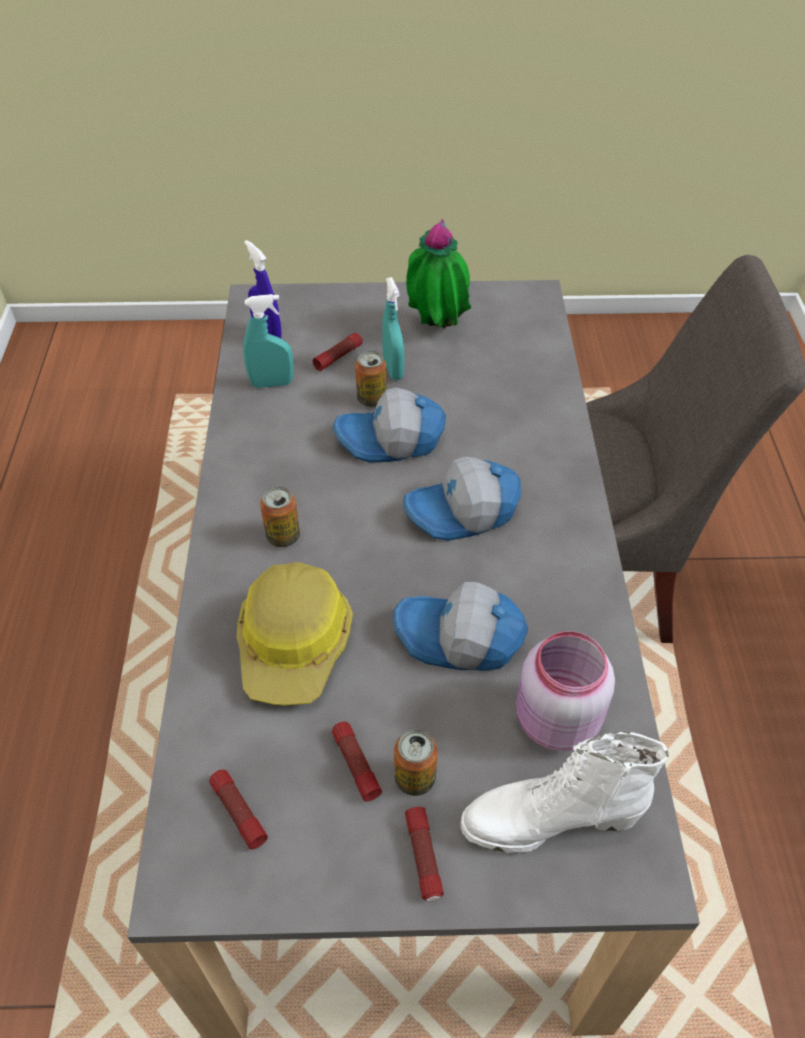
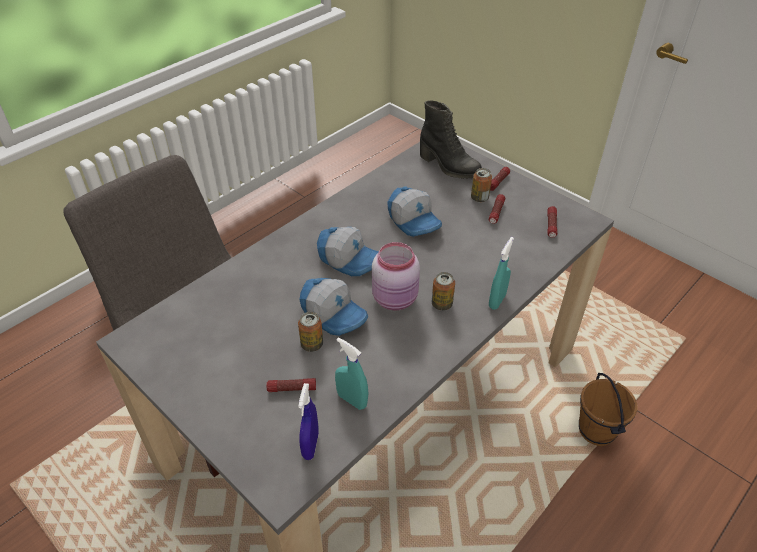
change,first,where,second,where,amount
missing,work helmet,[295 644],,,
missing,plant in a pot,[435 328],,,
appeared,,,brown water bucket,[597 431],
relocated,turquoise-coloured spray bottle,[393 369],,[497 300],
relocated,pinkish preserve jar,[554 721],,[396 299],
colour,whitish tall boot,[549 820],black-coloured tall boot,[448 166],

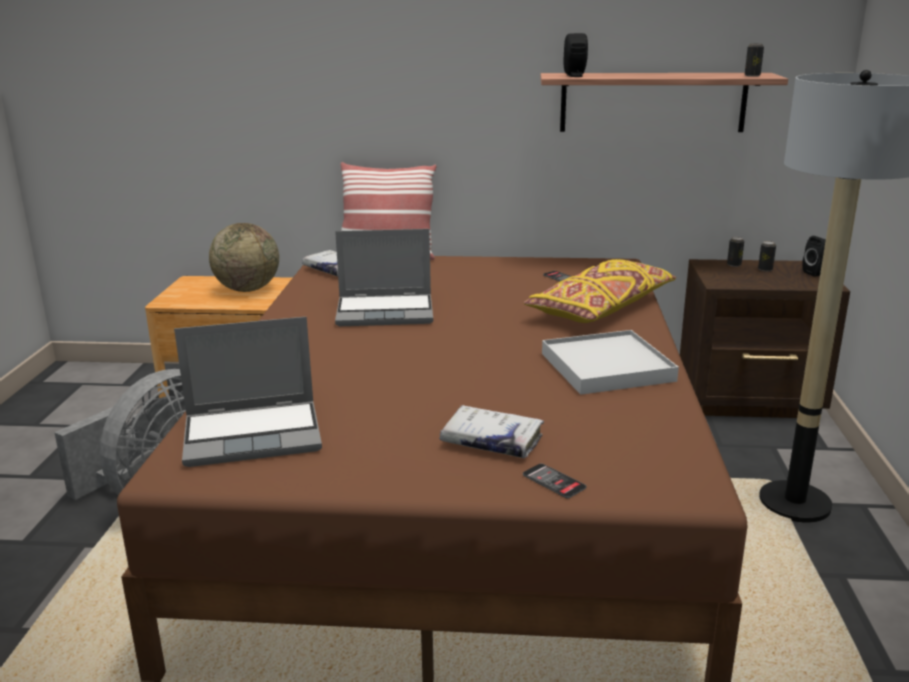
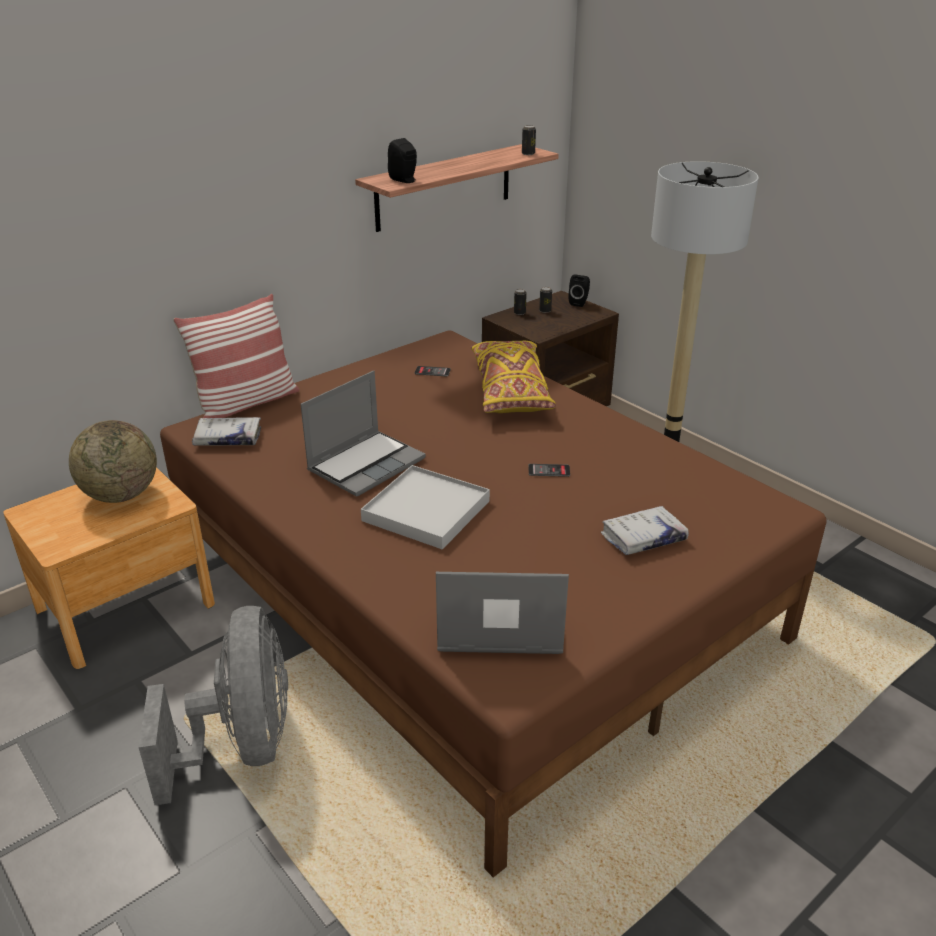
change,first,where,second,where,amount
relocated,handset,[554 481],,[549 471],
relocated,whitish serving tray,[607 367],,[426 511],
spun,portable computer,[254 434],,[498 624],120 degrees counterclockwise

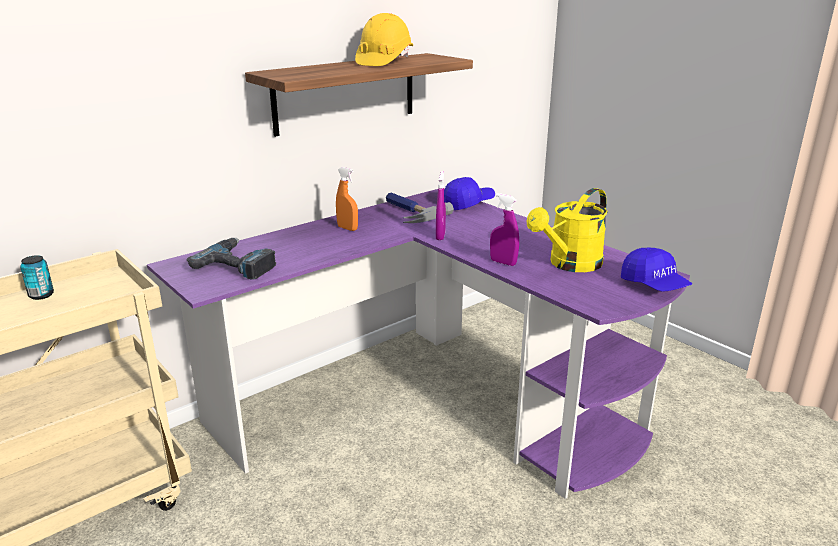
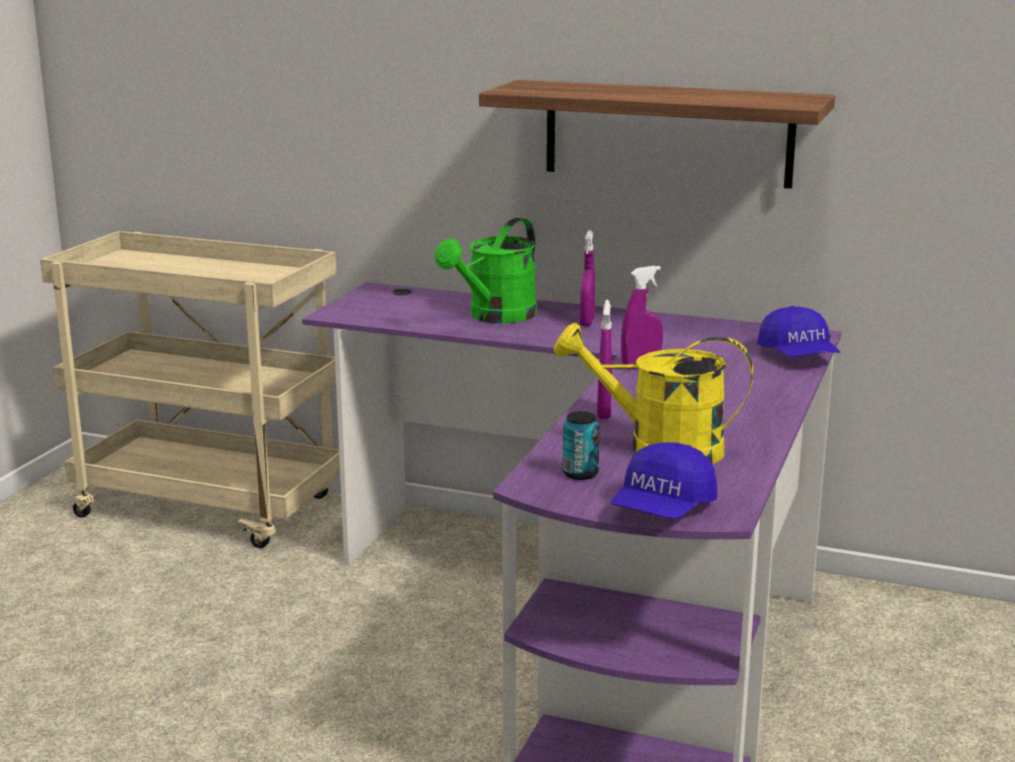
change,first,where,second,where,amount
missing,power drill,[239 264],,,
missing,yellowish work helmet,[384 62],,,
missing,hammer,[408 212],,,
appeared,,,greenish watering can,[495 317],
relocated,sealed can,[41 295],,[580 473],
colour,orangey spray bottle,[347 228],purplish spray bottle,[587 322],
spun,blue baseball cap,[468 204],,[798 356],45 degrees clockwise

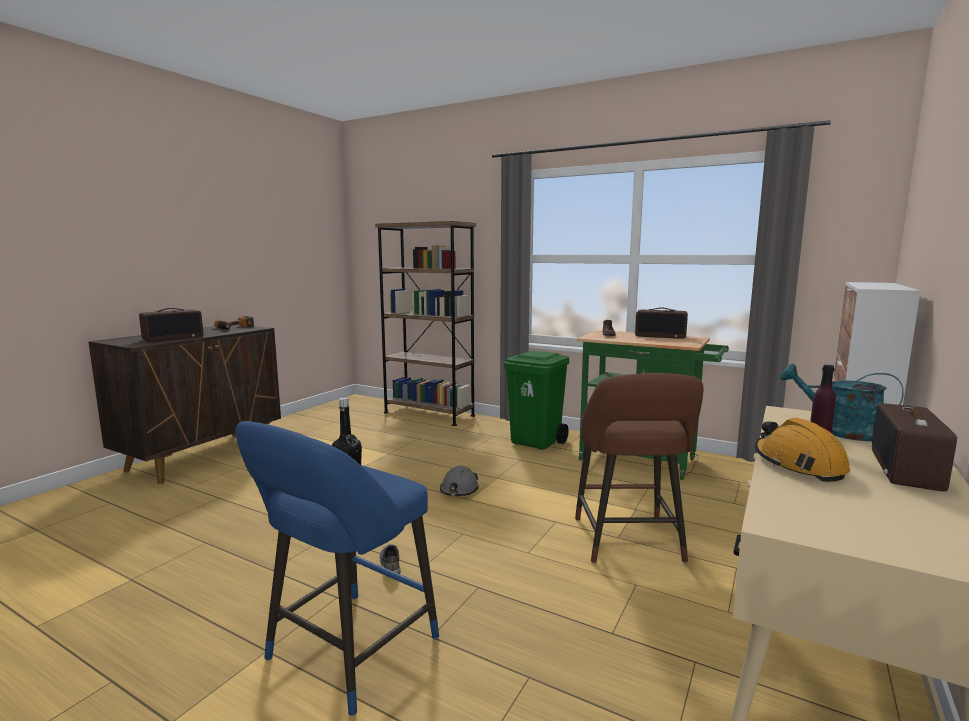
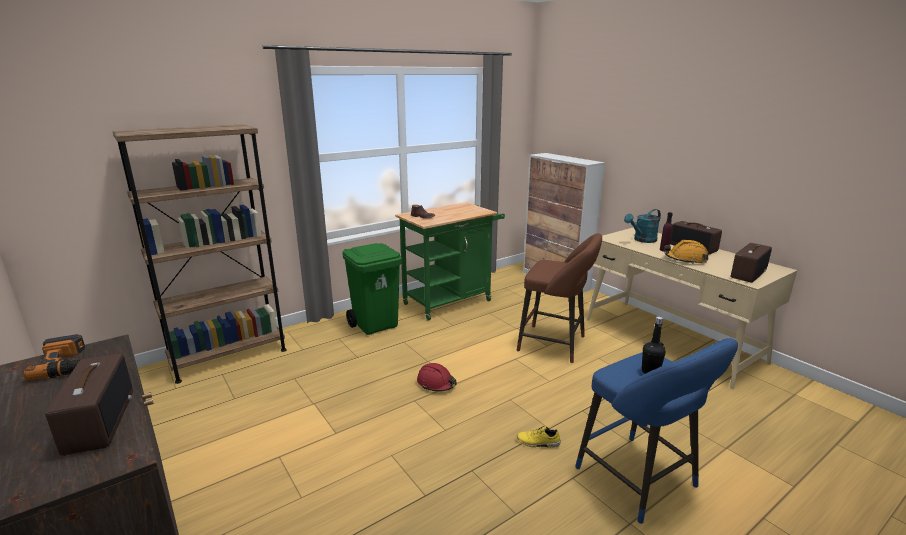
change,first,where,second,where,amount
relocated,radio set,[660 336],,[747 273],
colour,grey low shoe,[390 564],yellowish low shoe,[538 443],
colour,grey work helmet,[459 490],red work helmet,[436 383],

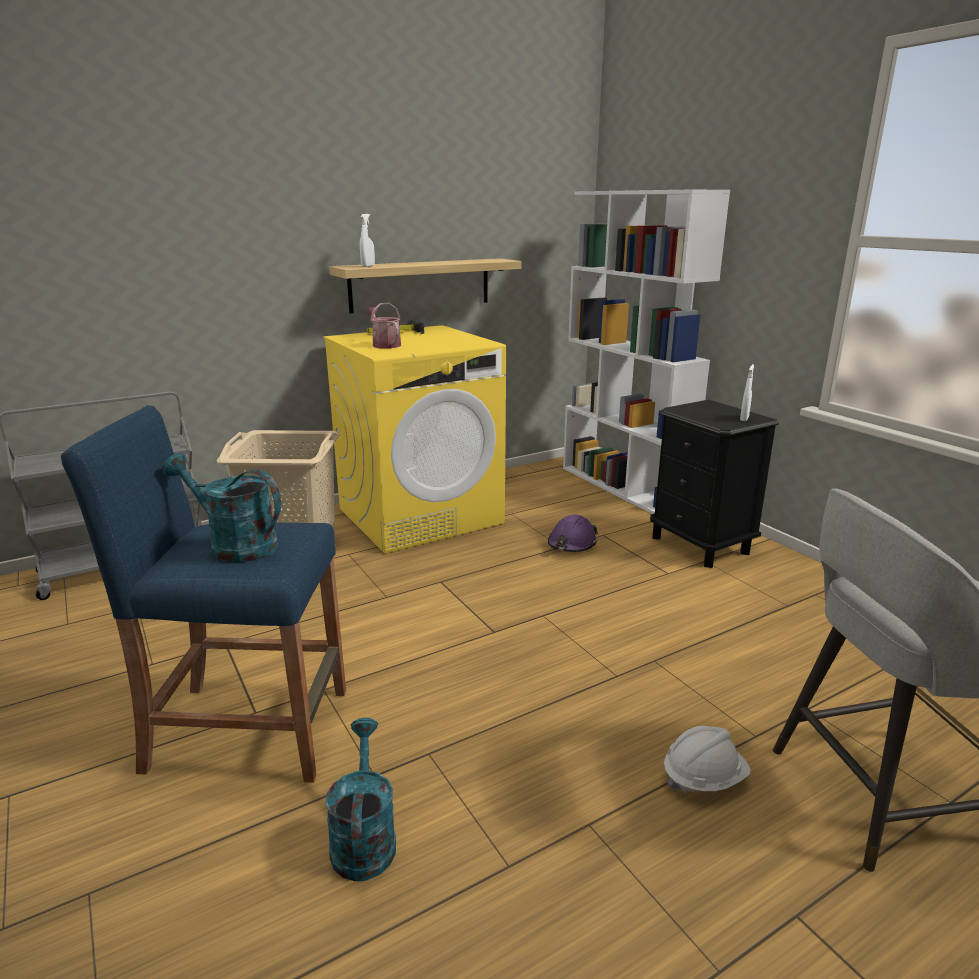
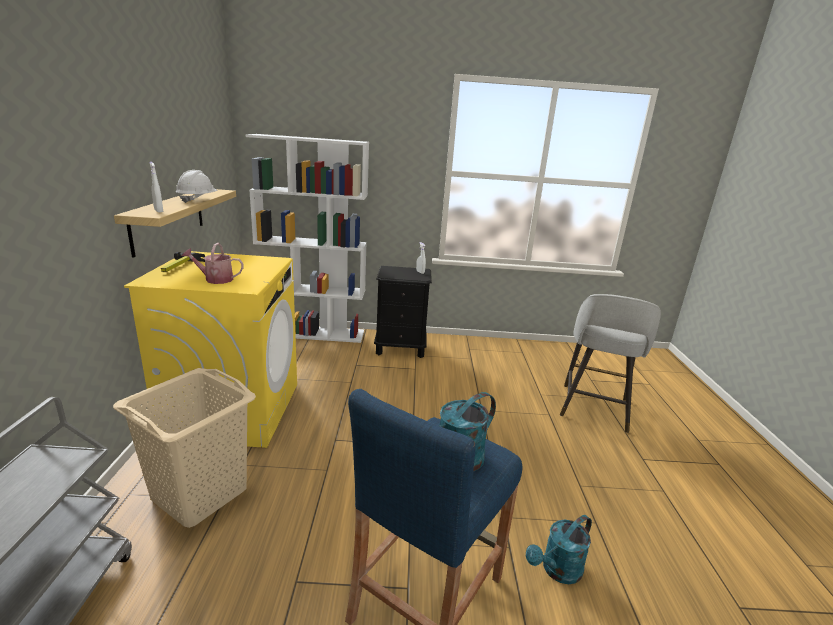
change,first,where,second,where,amount
missing,purplish work helmet,[571 544],,,
relocated,whitish work helmet,[703 778],,[197 200],
spun,turquoise-coloured watering can,[363 838],,[557 570],60 degrees counterclockwise

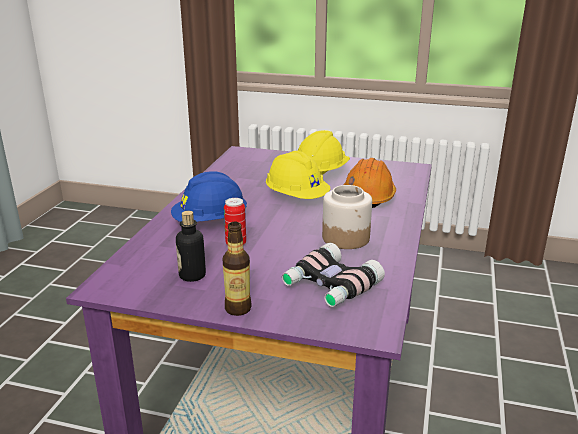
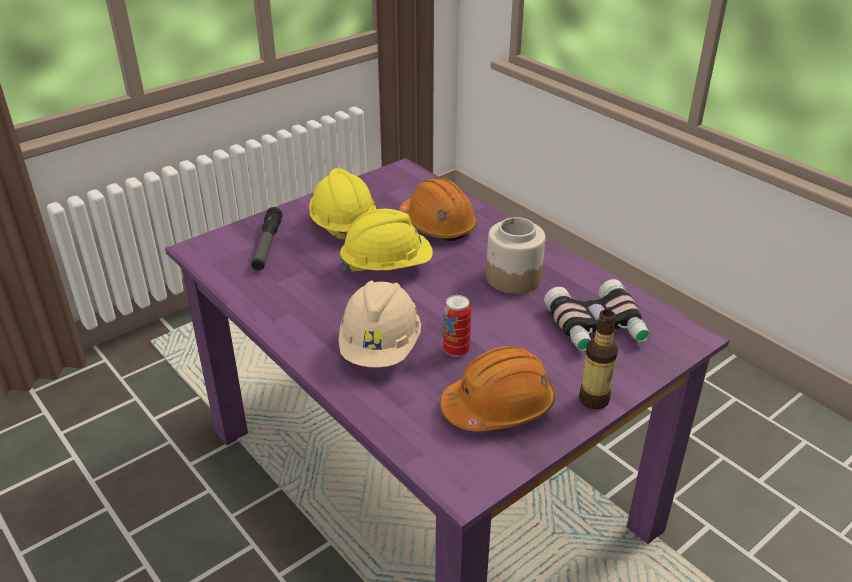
change,first,where,second,where,amount
appeared,,,torch,[267 245],
exchanged,bottle,[192 275],orangey work helmet,[498 406],
colour,blue work helmet,[210 222],sand-coloured work helmet,[380 348],

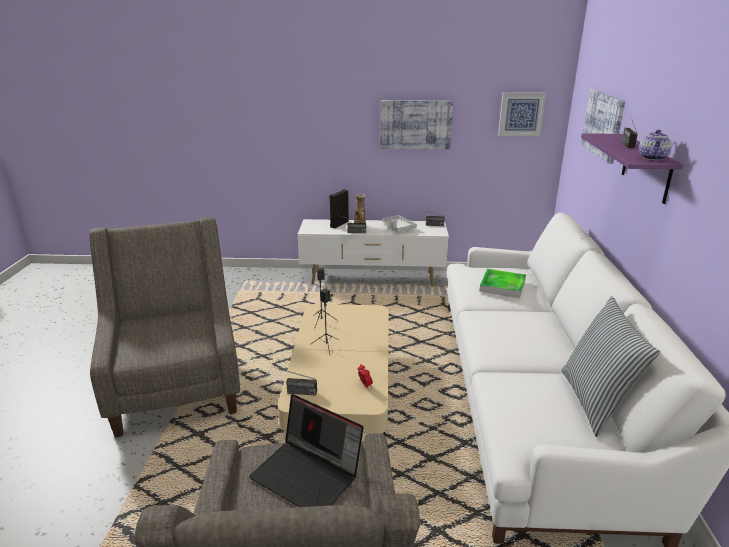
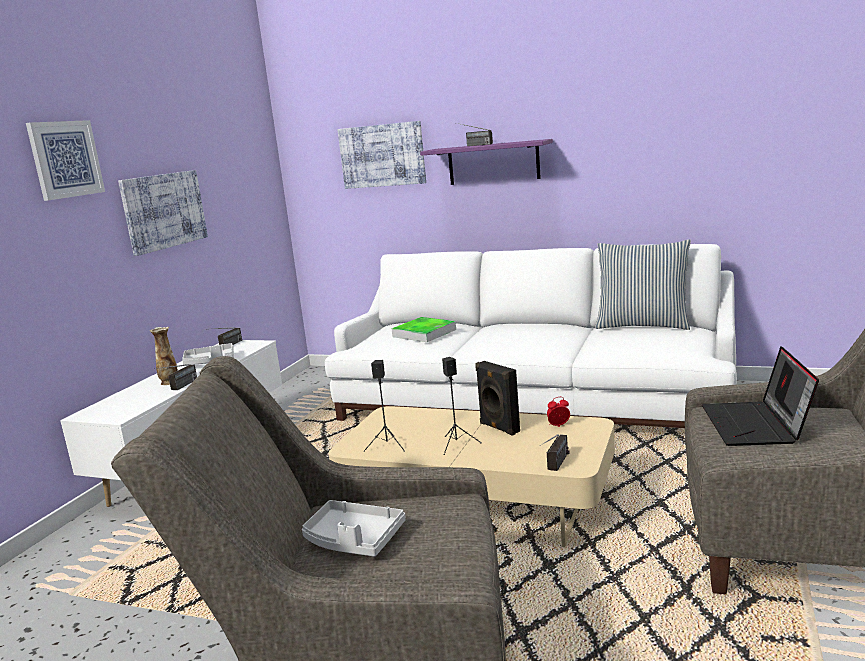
change,first,where,second,where,amount
missing,pot for tea,[653 158],,,
appeared,,,grey serving tray,[353 540],
relocated,black-coloured speaker,[338 224],,[498 428],
relocated,picture,[521 114],,[65 159],
spun,portable computer,[308 475],,[756 425],135 degrees clockwise

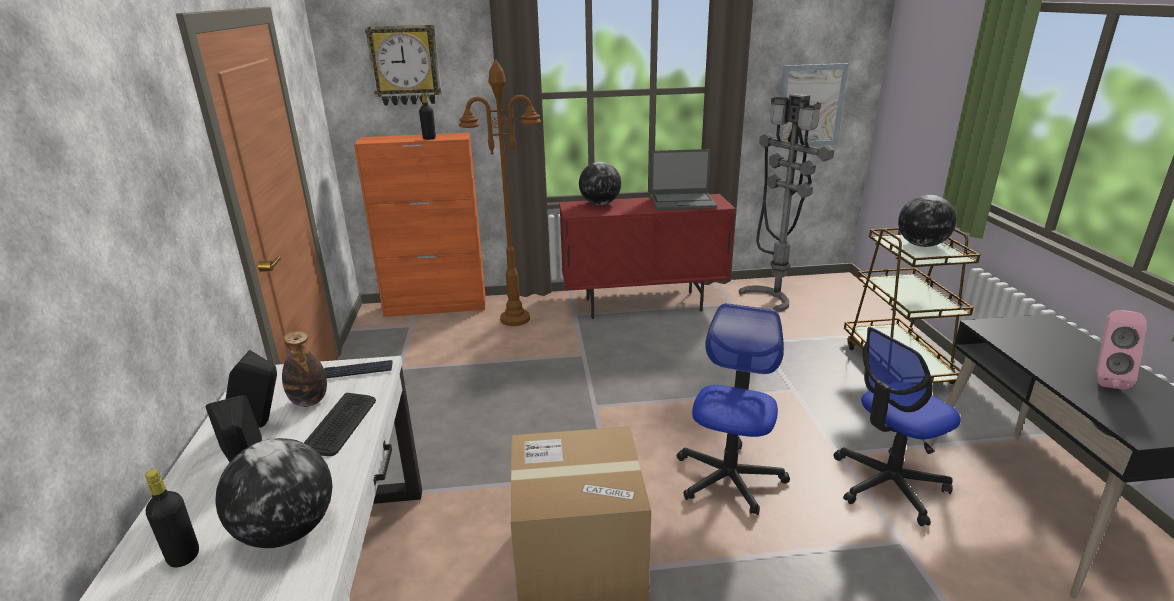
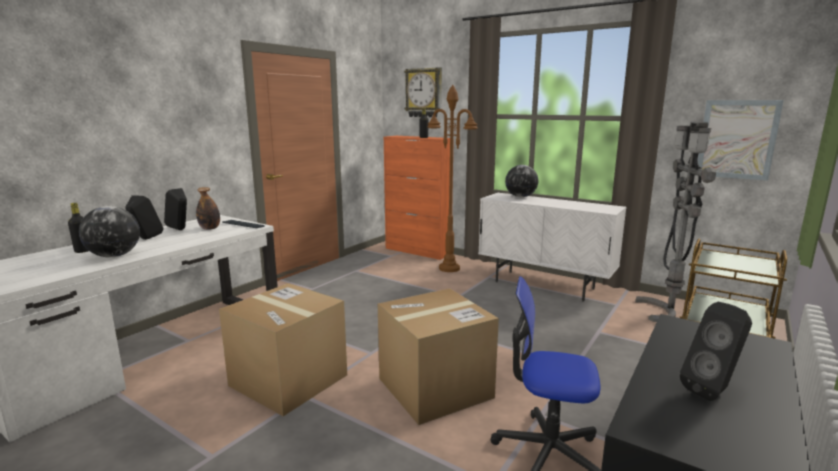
change,first,where,second,where,amount
missing,keyboard,[341 424],,,
missing,portable computer,[682 202],,,
missing,globe,[922 245],,,
exchanged,computer chair,[729 478],packing box,[435 388],
colour,red storage cabinet,[643 305],whitish storage cabinet,[544 285],
colour,pinkish speaker,[1104 379],black-coloured speaker,[713 391],

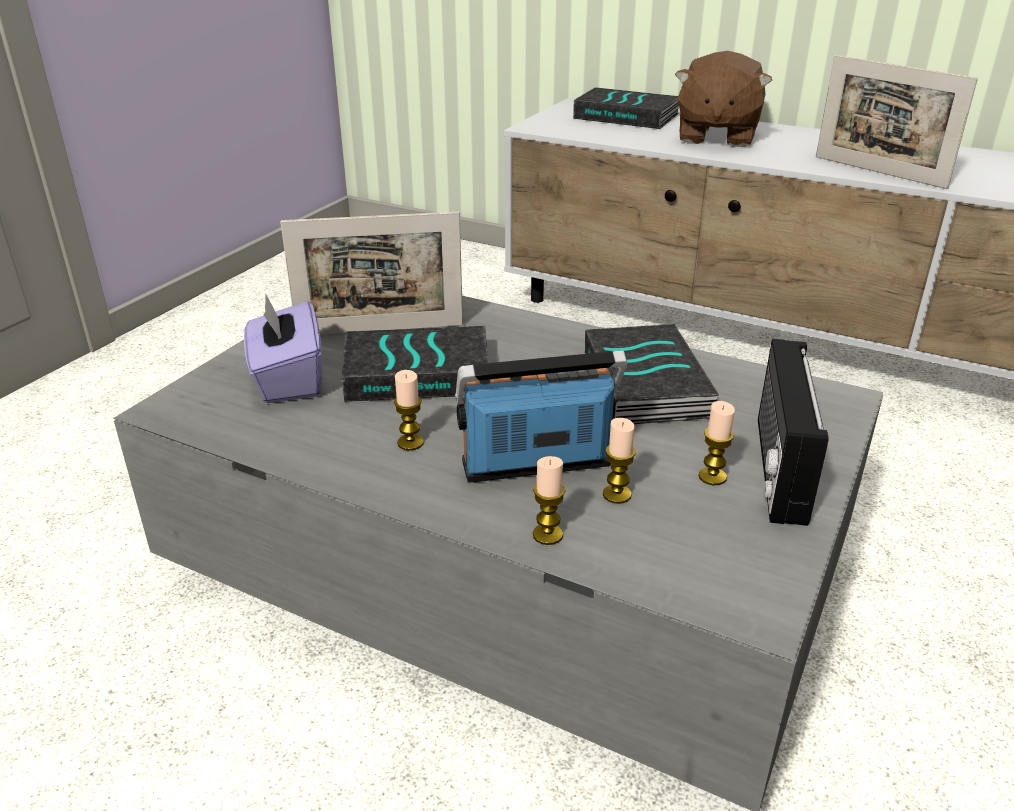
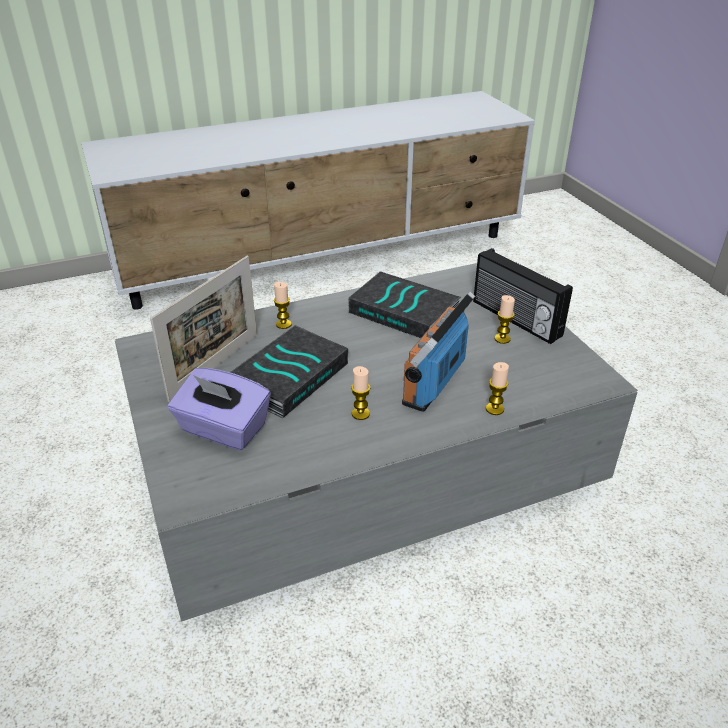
change,first,where,second,where,amount
missing,bound book,[627 116],,,
missing,brown plush toy,[715 136],,,
missing,picture frame,[878 172],,,
relocated,wax candle,[617 494],,[283 324],

